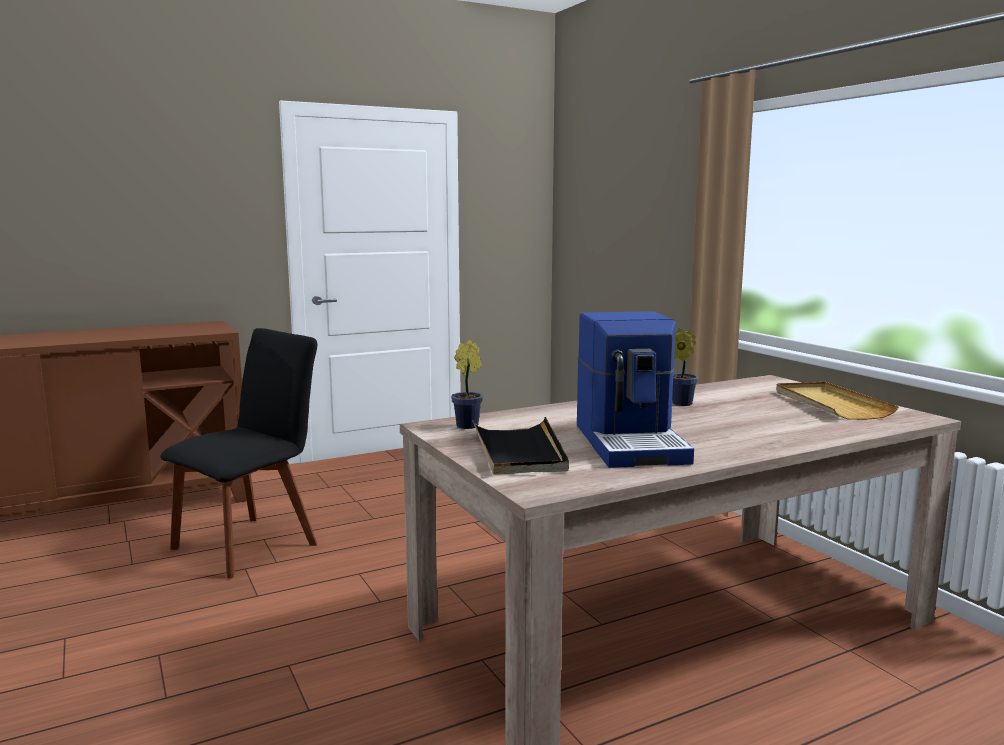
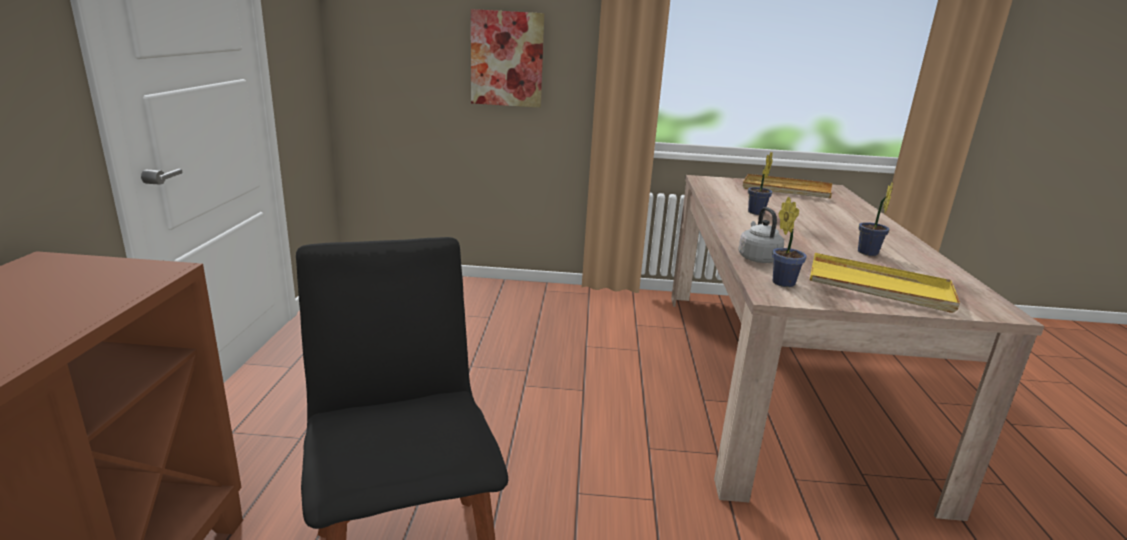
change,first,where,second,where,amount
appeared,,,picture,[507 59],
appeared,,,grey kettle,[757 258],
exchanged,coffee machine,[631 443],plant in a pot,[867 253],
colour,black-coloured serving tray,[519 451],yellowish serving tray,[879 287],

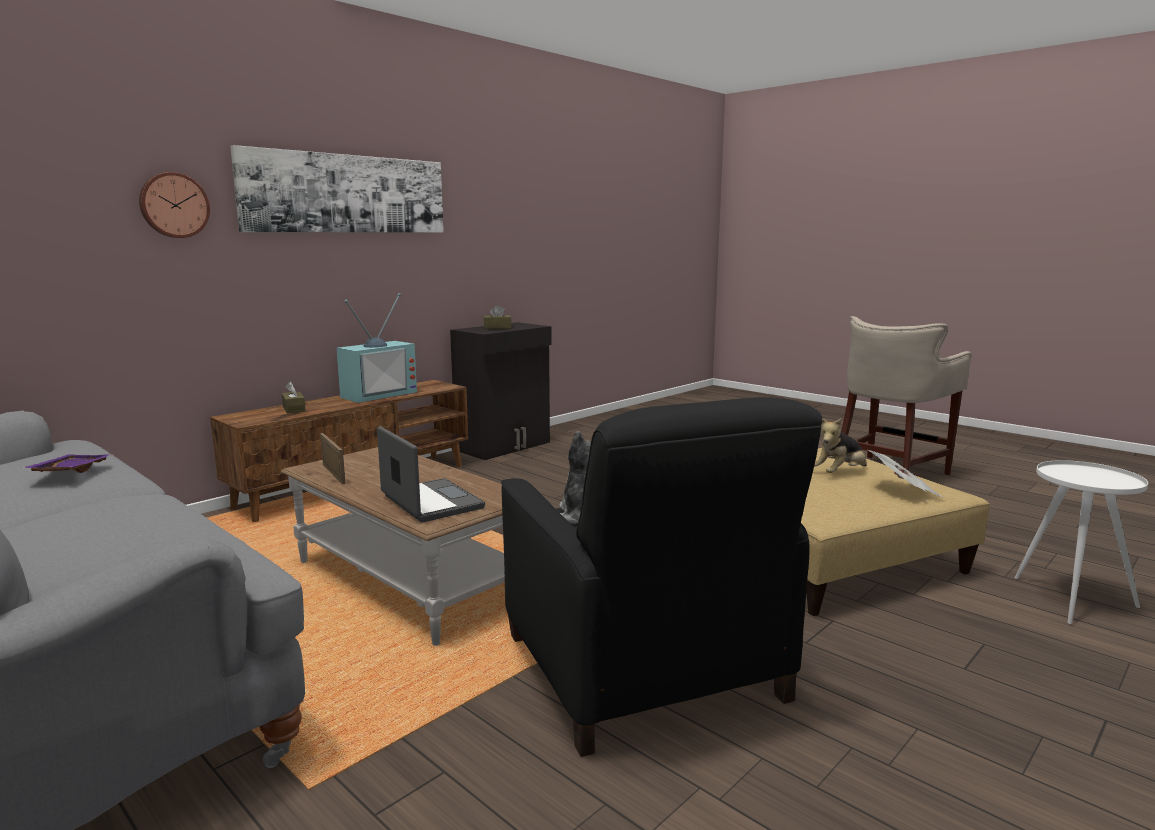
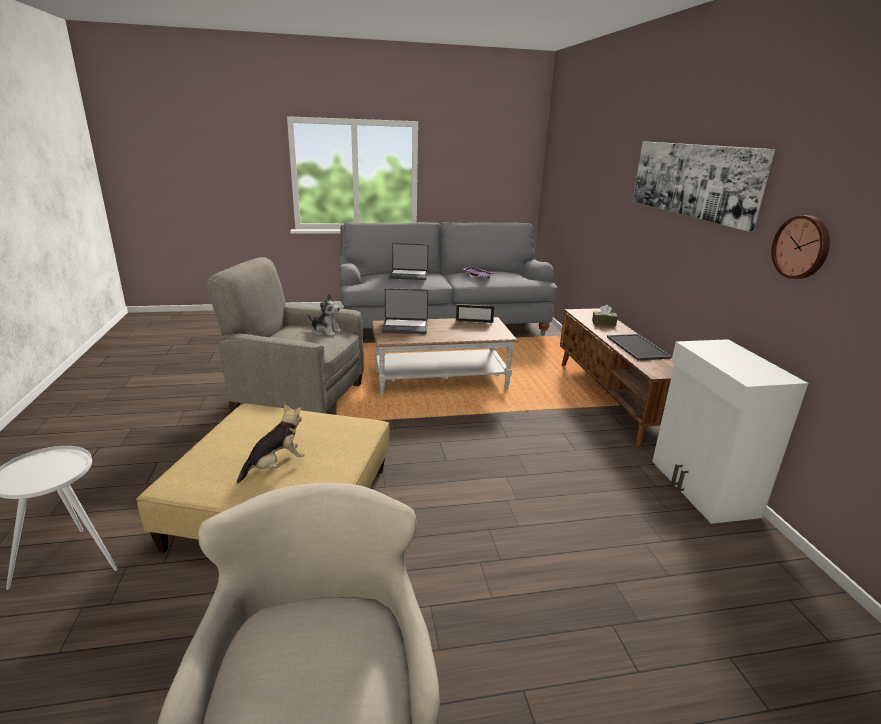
change,first,where,second,where,amount
missing,brown tissue holder,[497 328],,,
missing,printed paper,[903 492],,,
appeared,,,portable computer,[409 275],
relocated,clock on the wall,[174 205],,[802 247],
exchanged,TV,[378 394],serving tray,[639 347],
colour,black-coloured storage cabinet,[505 446],whitish storage cabinet,[702 488],
colour,black-coloured armchair,[644 669],sand-coloured armchair,[298 397],
spun,plush toy,[839 473],,[275 466],45 degrees clockwise

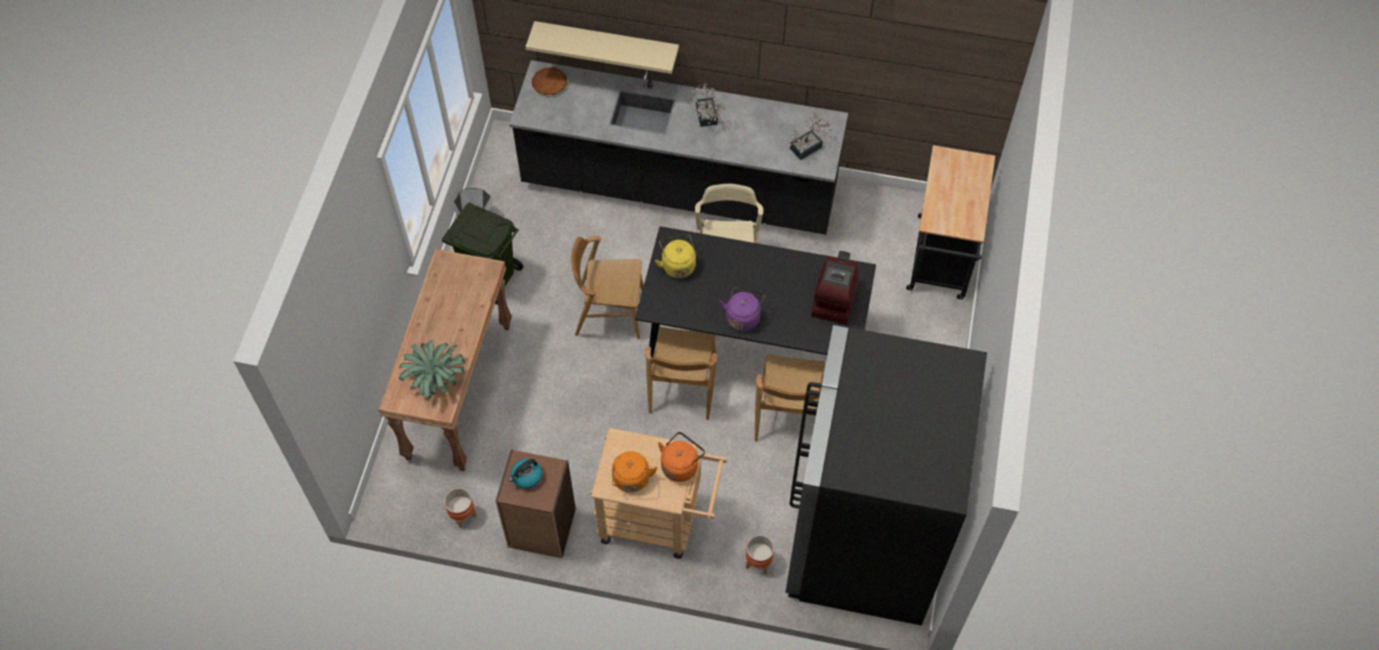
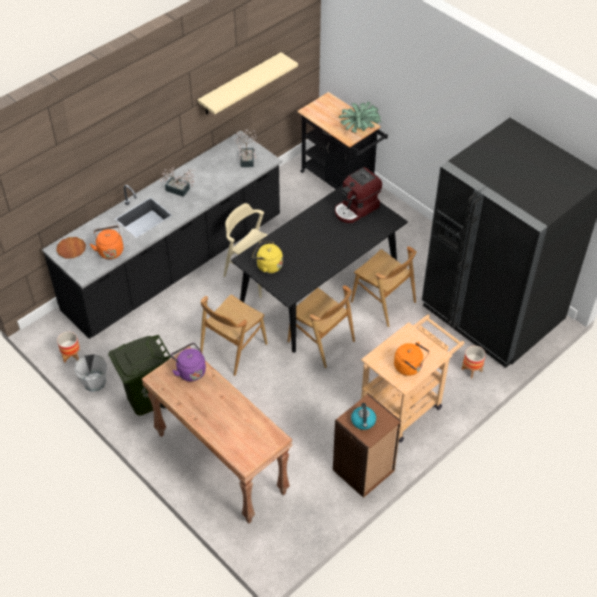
change,first,where,second,where,amount
relocated,plant in a pot,[434 379],,[359 129],
relocated,flower pot,[462 515],,[71 356],
relocated,sand-coloured shelf,[606 43],,[240 84],
relocated,orangey kettle,[680 465],,[110 250],
relocated,purplish kettle,[743 316],,[190 371],
spun,coffee machine,[834 298],,[356 209],90 degrees counterclockwise

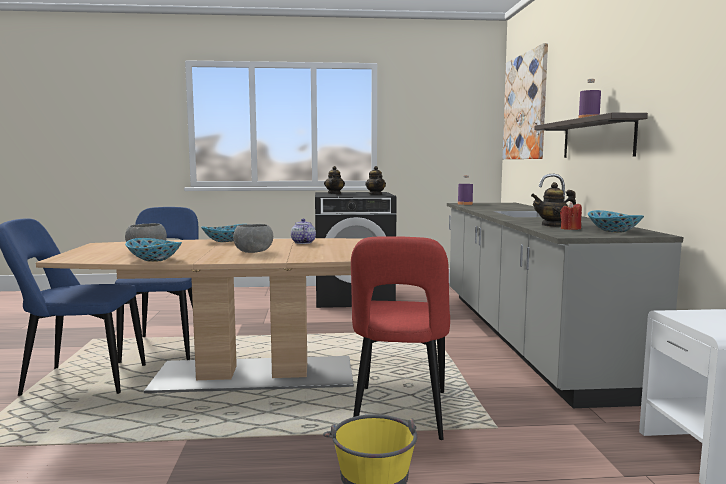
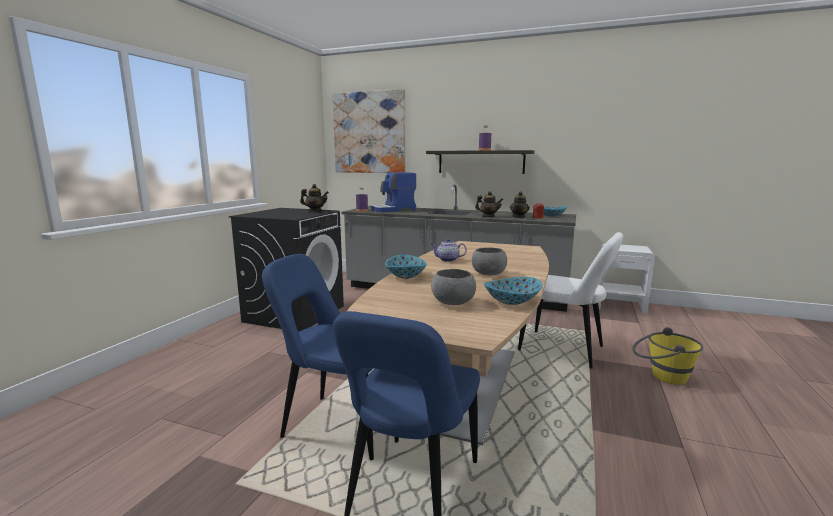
change,first,where,second,where,amount
appeared,,,coffee machine,[393 210],
relocated,pot for tea,[334 193],,[488 216],
colour,red upright chair,[399 415],whitish upright chair,[565 350],

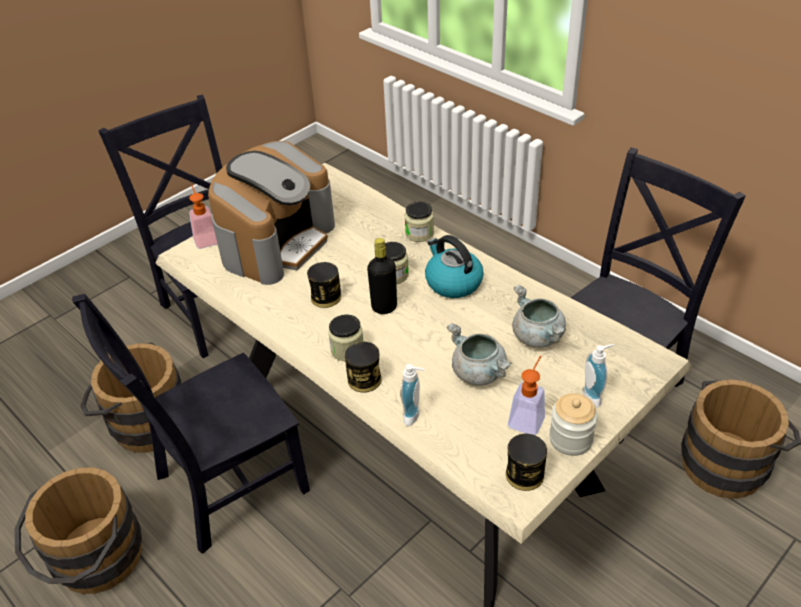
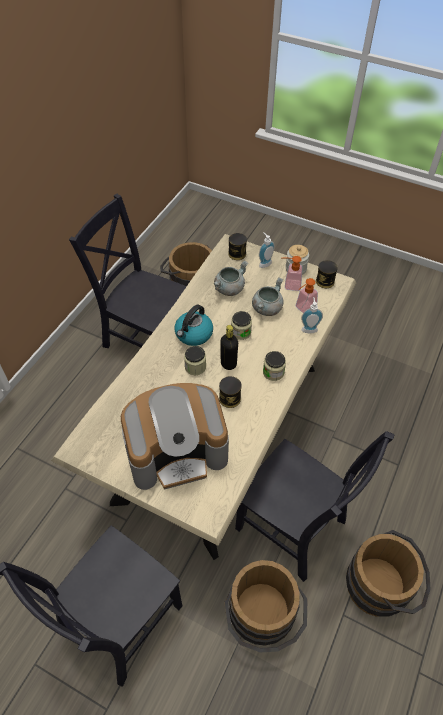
change,first,where,second,where,amount
relocated,soap dispenser,[206 237],,[303 309],
relocated,sealed can,[364 379],,[237 254],
relocated,preserve jar,[419 233],,[241 332],
spun,coffee machine,[277 242],,[177 451],150 degrees clockwise

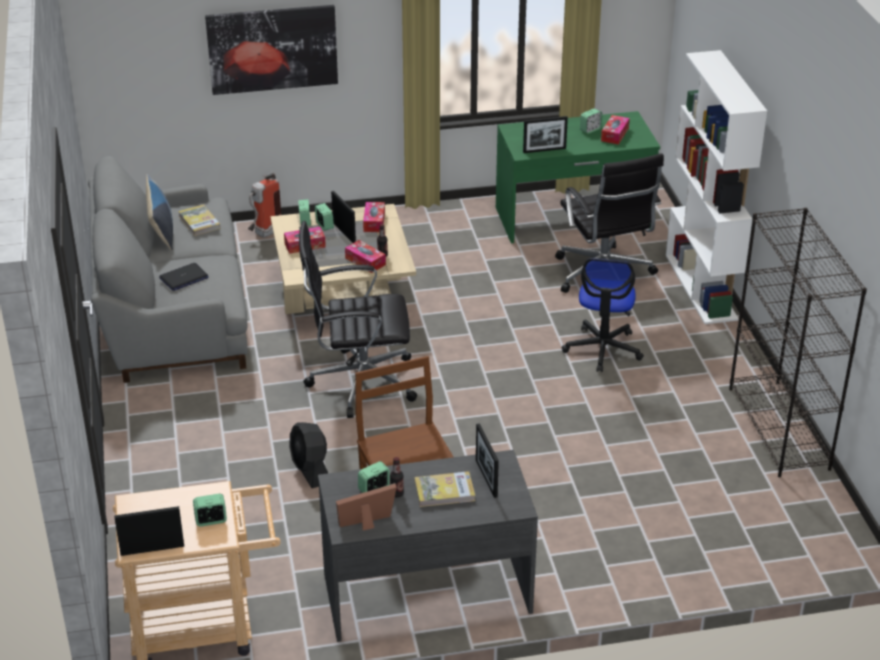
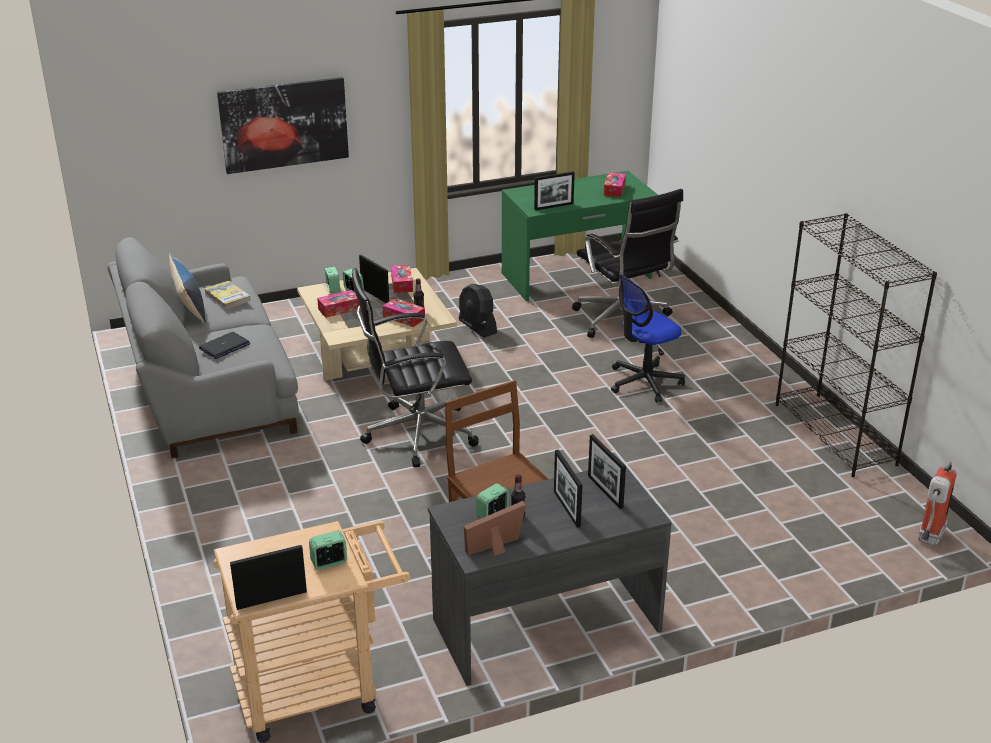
change,first,where,second,where,amount
missing,table clock,[590 129],,,
missing,whitish shelving unit,[701 287],,,
relocated,extinguisher,[264 234],,[928 540],
relocated,black-coloured cooling fan,[310 470],,[477 327],
exchanged,bound book,[444 491],picture frame,[566 509],
spun,computer chair,[603 349],,[644 382],60 degrees clockwise

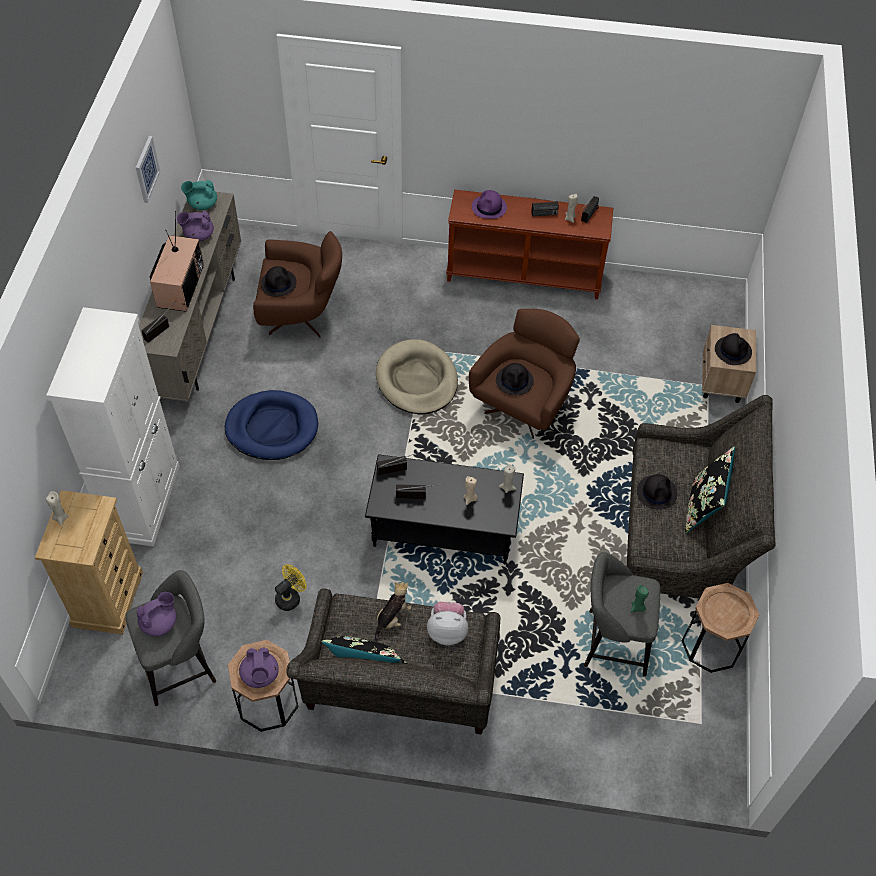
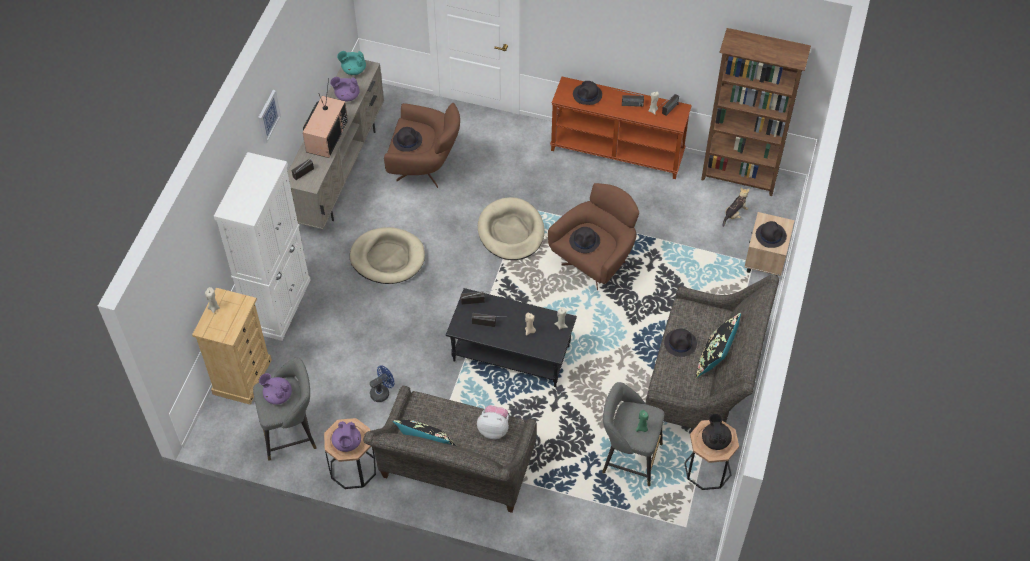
change,first,where,second,where,amount
appeared,,,brown shelving unit,[740 177],
appeared,,,black-coloured pot for tea,[715 440],
relocated,picture,[146 169],,[268 116],
relocated,plush toy,[392 618],,[734 214],
colour,blue dog bed,[272 428],sand-coloured dog bed,[387 258],
colour,yellowish cooling fan,[291 597],blue cooling fan,[382 392],
colour,purplish hat,[489 207],black-coloured hat,[587 95],
spun,purplish pot for tea,[160 623],,[277 395],120 degrees counterclockwise

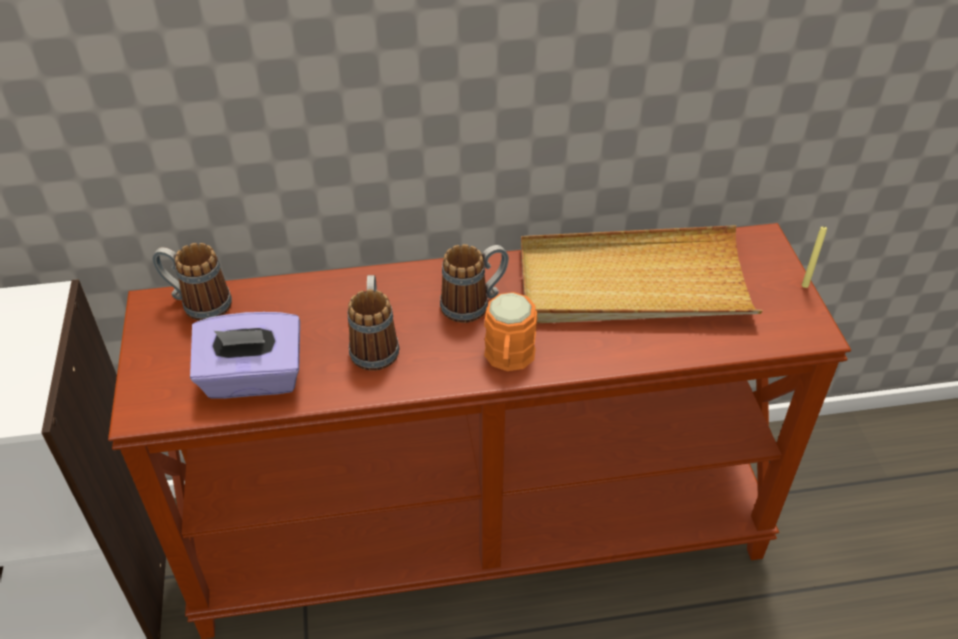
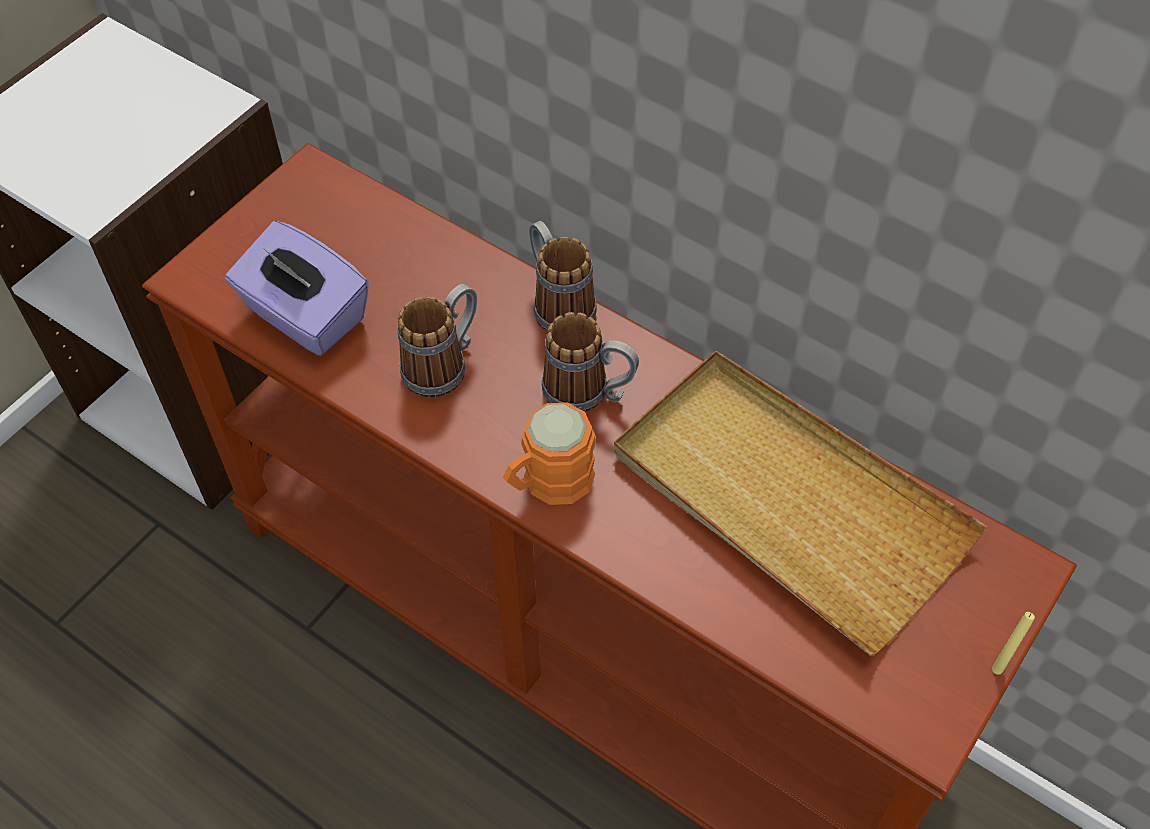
change,first,where,second,where,amount
relocated,mug,[198 303],,[557 304],

